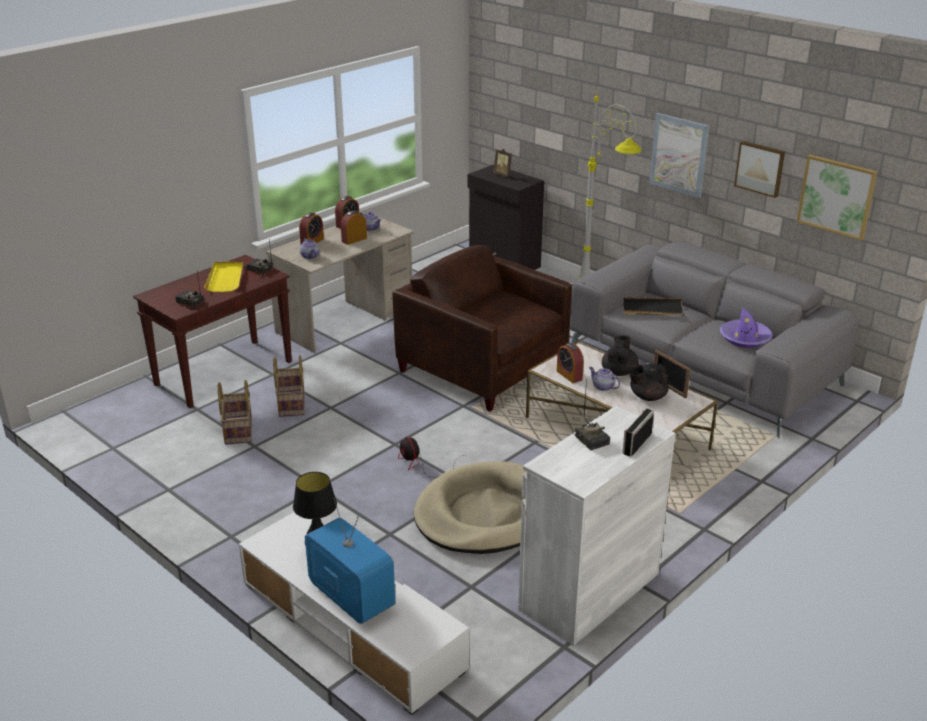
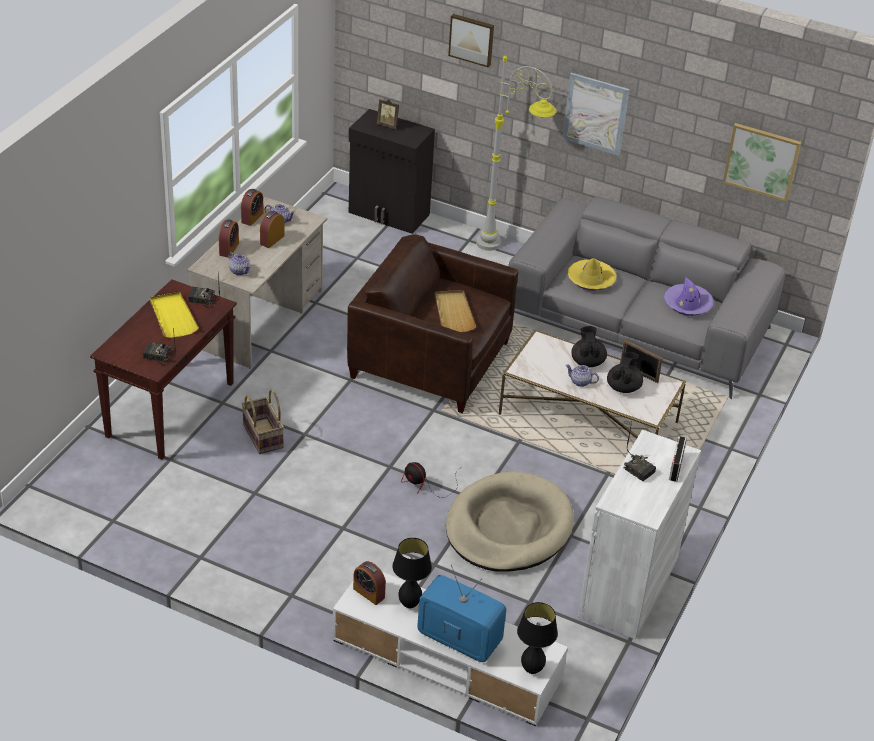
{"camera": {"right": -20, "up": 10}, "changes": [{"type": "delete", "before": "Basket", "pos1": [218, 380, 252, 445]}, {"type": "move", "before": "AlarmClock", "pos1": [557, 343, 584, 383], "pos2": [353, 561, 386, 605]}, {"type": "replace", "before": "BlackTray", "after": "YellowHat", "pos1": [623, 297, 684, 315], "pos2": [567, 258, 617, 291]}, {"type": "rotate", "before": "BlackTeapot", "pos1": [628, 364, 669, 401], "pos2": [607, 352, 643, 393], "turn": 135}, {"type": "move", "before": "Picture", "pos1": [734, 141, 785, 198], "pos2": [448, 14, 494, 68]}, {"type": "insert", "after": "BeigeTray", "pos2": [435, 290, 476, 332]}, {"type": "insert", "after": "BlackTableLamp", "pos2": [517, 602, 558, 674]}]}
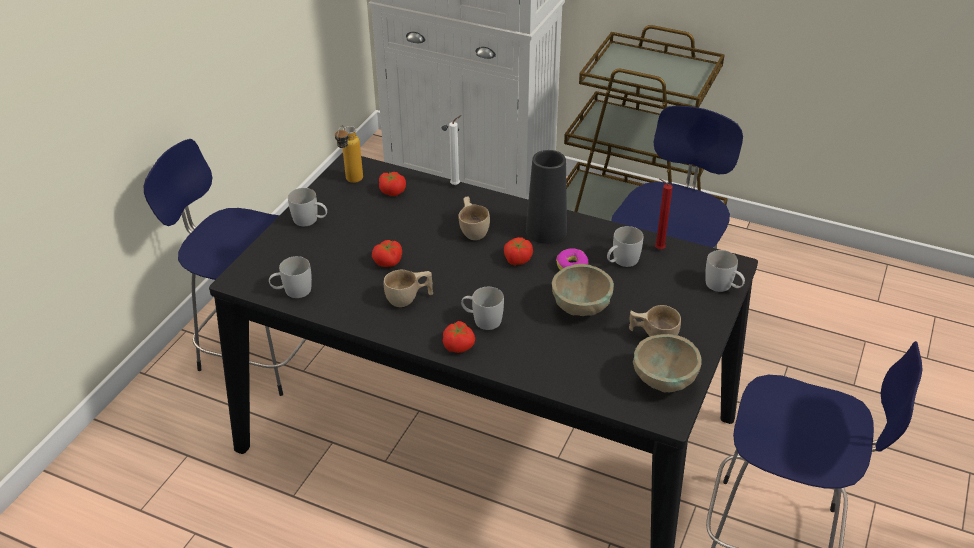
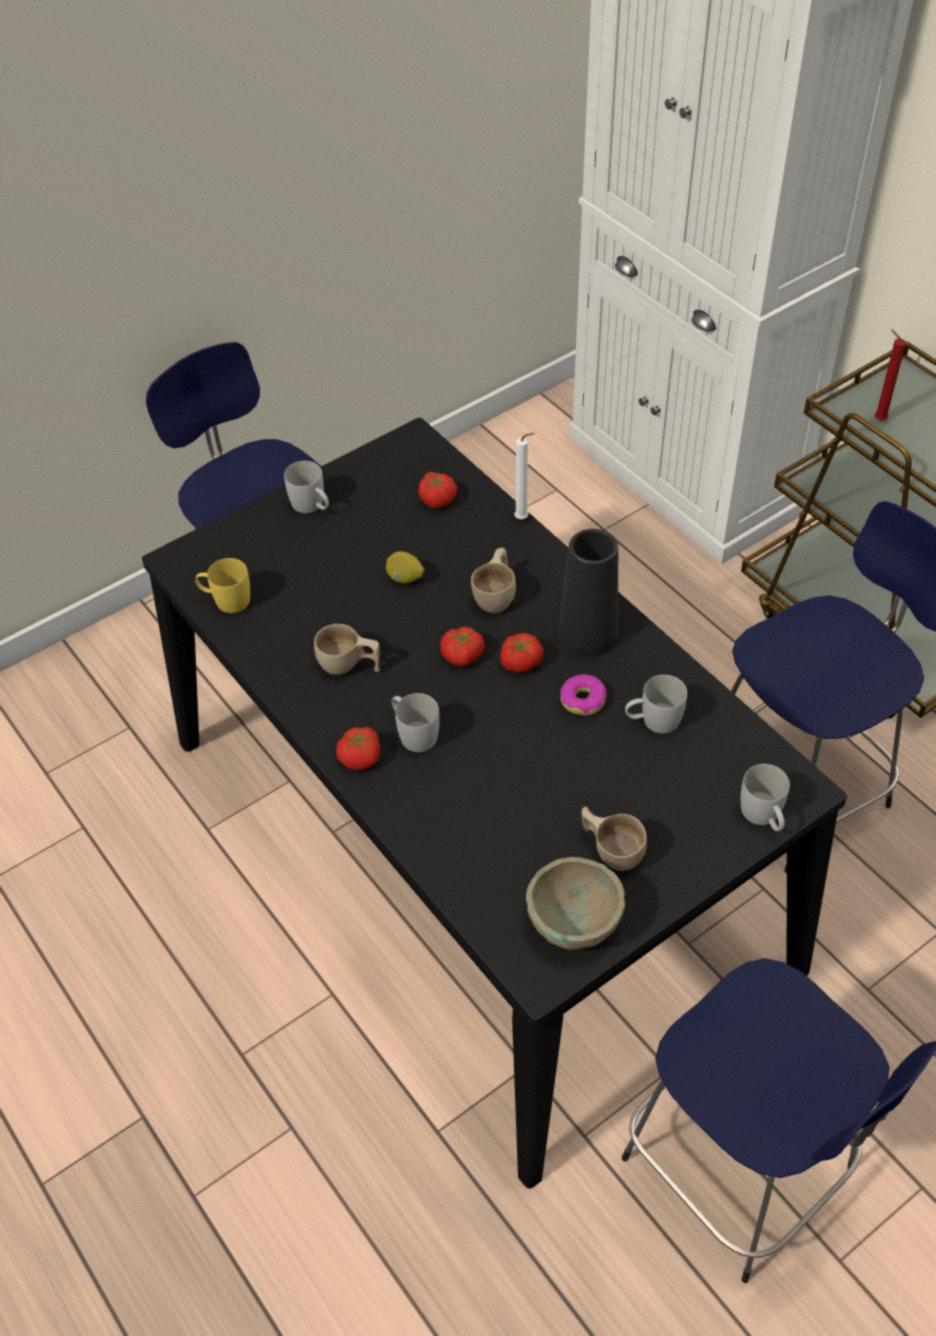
{"camera": {"right": 30, "up": 10}, "changes": [{"type": "recolor", "before": "WhiteMug", "after": "YellowMug", "pos1": [269, 256, 312, 298], "pos2": [195, 558, 250, 613]}, {"type": "delete", "before": "Bottle", "pos1": [335, 125, 363, 183]}, {"type": "move", "before": "Tomato", "pos1": [372, 240, 402, 267], "pos2": [441, 627, 485, 666]}, {"type": "delete", "before": "BeigeBowl", "pos1": [552, 264, 614, 316]}, {"type": "move", "before": "RedCandle", "pos1": [655, 179, 673, 250], "pos2": [874, 329, 906, 421]}, {"type": "insert", "after": "Lemon", "pos2": [386, 551, 424, 583]}]}
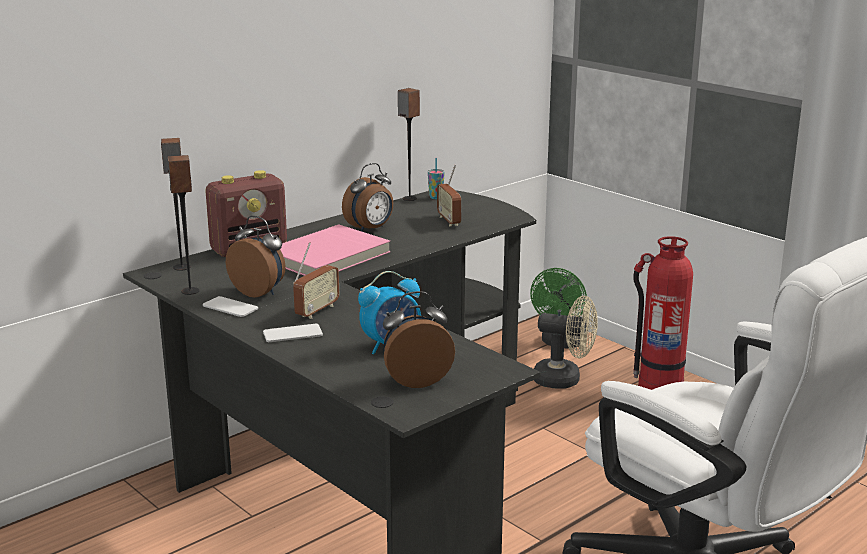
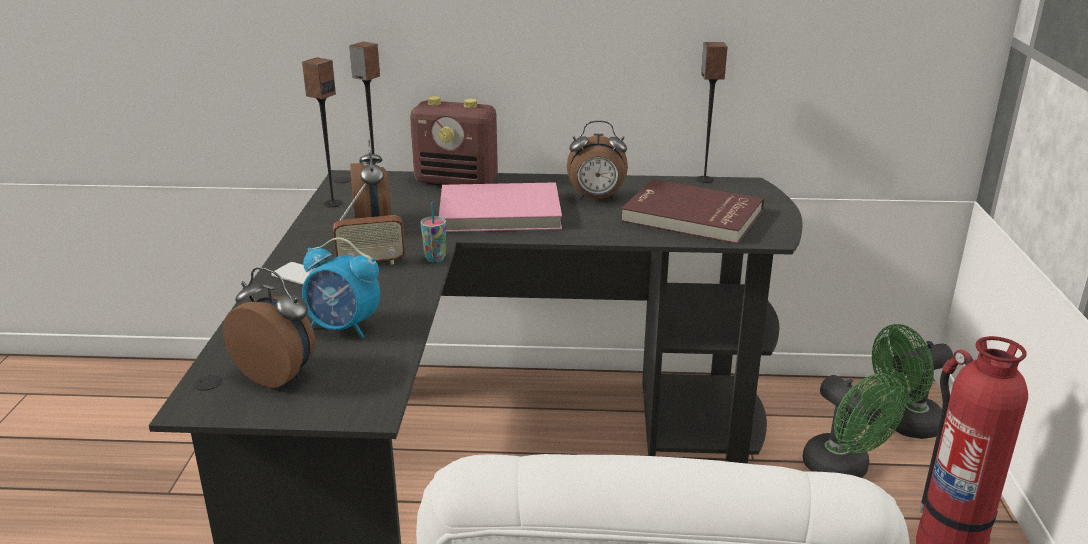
{"camera": {"right": 45, "up": 5}, "changes": [{"type": "delete", "before": "Phone", "pos1": [203, 296, 258, 317]}, {"type": "move", "before": "Cup", "pos1": [428, 158, 445, 199], "pos2": [421, 202, 446, 263]}, {"type": "replace", "before": "Radio", "after": "RedBook", "pos1": [437, 165, 461, 226], "pos2": [621, 179, 764, 244]}, {"type": "recolor", "before": "BeigeFan", "after": "GreenFan", "pos1": [534, 296, 598, 389], "pos2": [803, 374, 906, 478]}]}
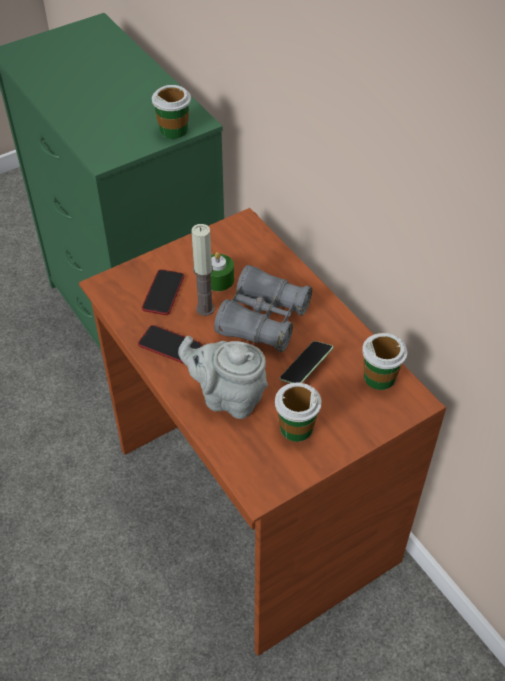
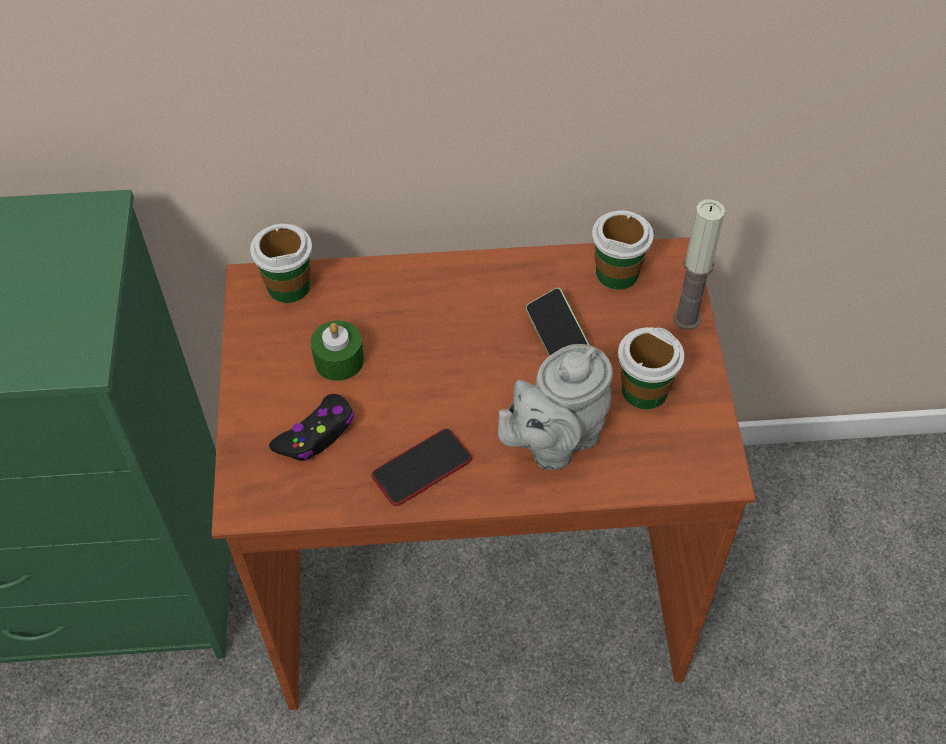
{"camera": {"right": -60, "up": 5}, "changes": [{"type": "replace", "before": "Phone", "after": "BlackGameController", "pos1": [142, 269, 184, 315], "pos2": [269, 394, 354, 461]}, {"type": "move", "before": "Cup", "pos1": [152, 85, 191, 139], "pos2": [250, 224, 312, 303]}, {"type": "move", "before": "Candle", "pos1": [191, 224, 215, 316], "pos2": [673, 199, 725, 330]}, {"type": "delete", "before": "GreyBinoculars", "pos1": [214, 265, 312, 352]}]}
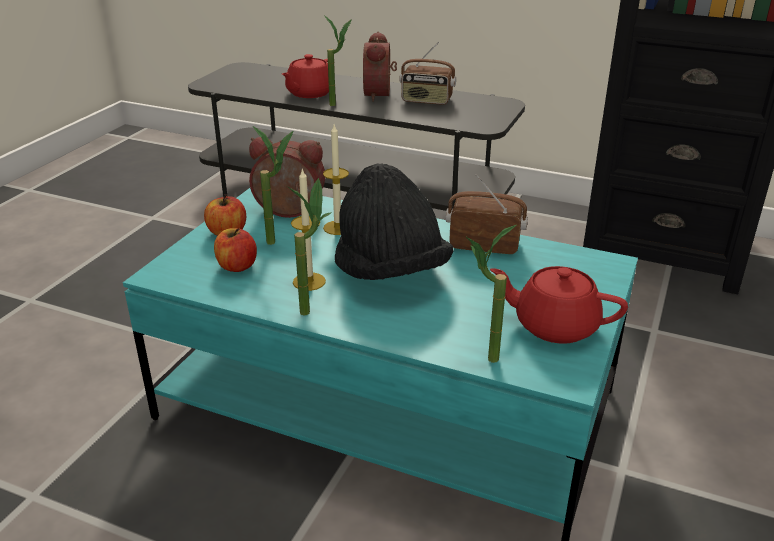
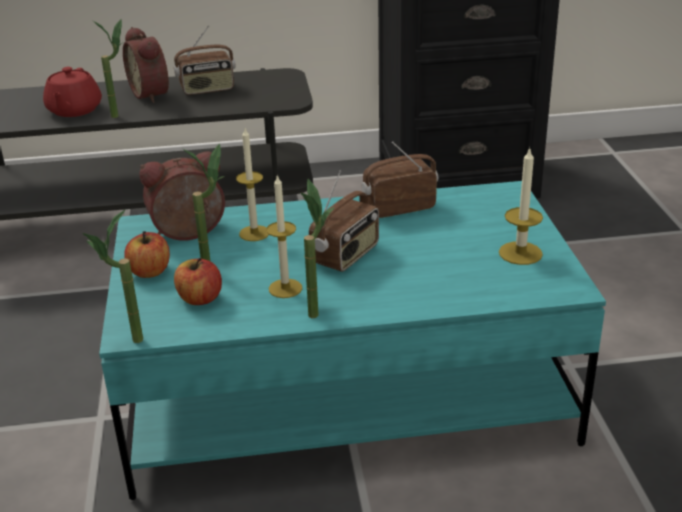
{"camera": {"right": -30, "up": 0}, "changes": [{"type": "replace", "before": "BlackHat", "after": "Radio", "pos1": [335, 163, 453, 280], "pos2": [309, 171, 379, 272]}, {"type": "move", "before": "PottedPlant", "pos1": [466, 225, 516, 363], "pos2": [83, 210, 143, 343]}, {"type": "replace", "before": "RedTeapot", "after": "Candle", "pos1": [490, 266, 628, 344], "pos2": [499, 147, 543, 265]}]}
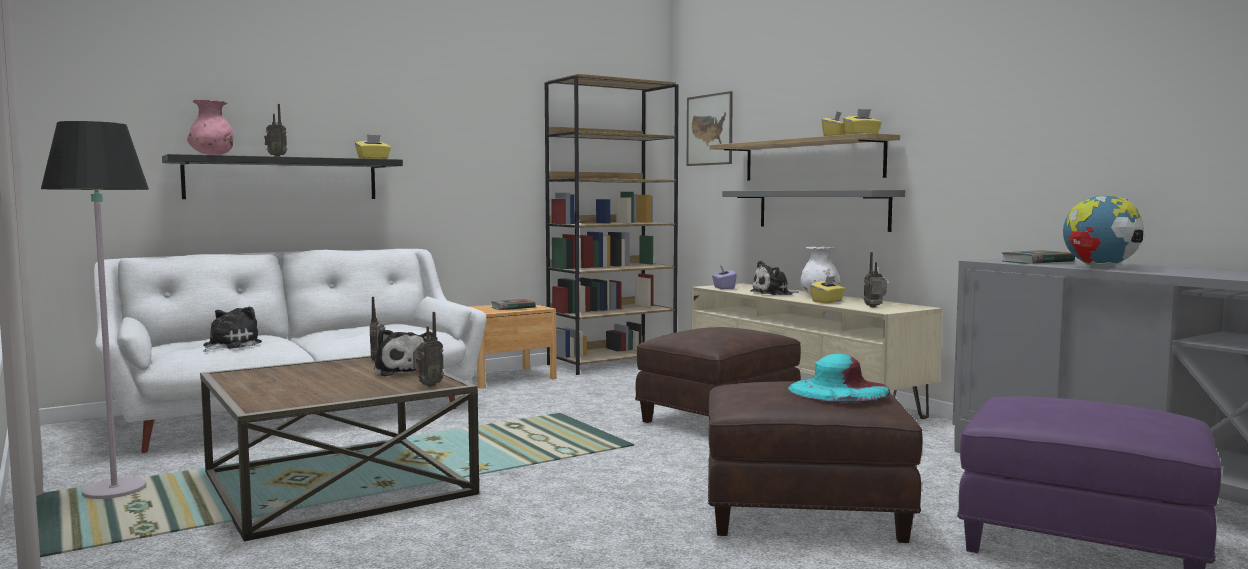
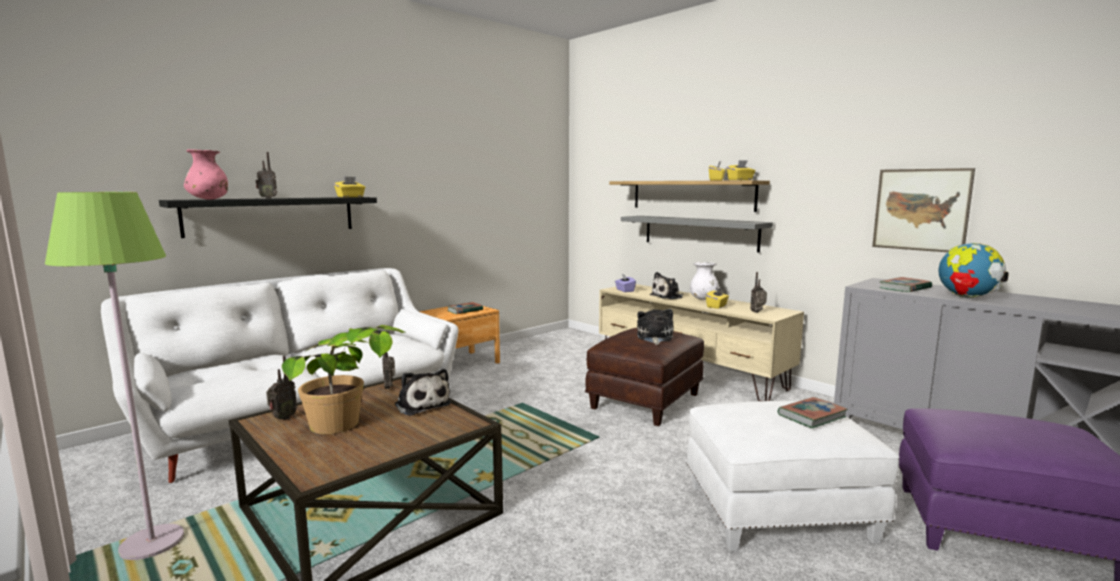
{"camera": {"right": -10, "up": 5}, "changes": [{"type": "recolor", "before": "BlackFloorLamp", "after": "GreenFloorLamp", "pos1": [41, 121, 149, 499], "pos2": [45, 192, 184, 560]}, {"type": "move", "before": "PlushToy", "pos1": [203, 307, 262, 352], "pos2": [637, 309, 674, 345]}, {"type": "move", "before": "Radio", "pos1": [413, 312, 444, 387], "pos2": [266, 356, 297, 420]}, {"type": "delete", "before": "BrownBookcase", "pos1": [545, 74, 679, 375]}, {"type": "move", "before": "Picture", "pos1": [687, 91, 733, 166], "pos2": [872, 168, 975, 252]}, {"type": "recolor", "before": "BrownOttoman", "after": "WhiteOttoman", "pos1": [708, 382, 923, 543], "pos2": [686, 401, 900, 551]}, {"type": "replace", "before": "TurquoiseHat", "after": "Book", "pos1": [788, 354, 890, 402], "pos2": [777, 397, 848, 428]}, {"type": "insert", "after": "PottedPlant", "pos2": [282, 325, 405, 434]}]}
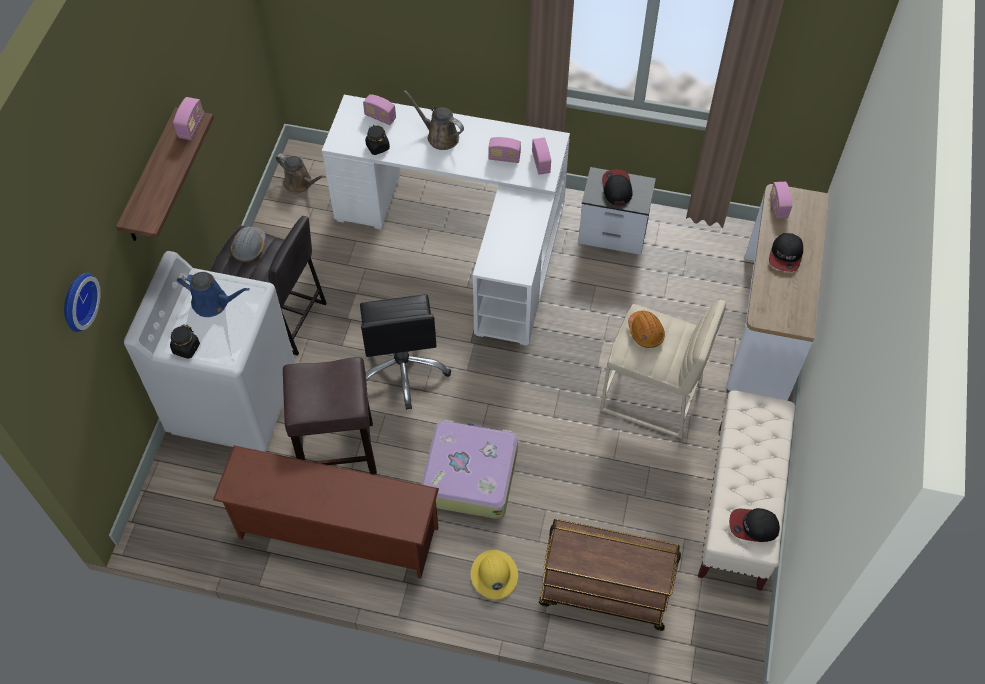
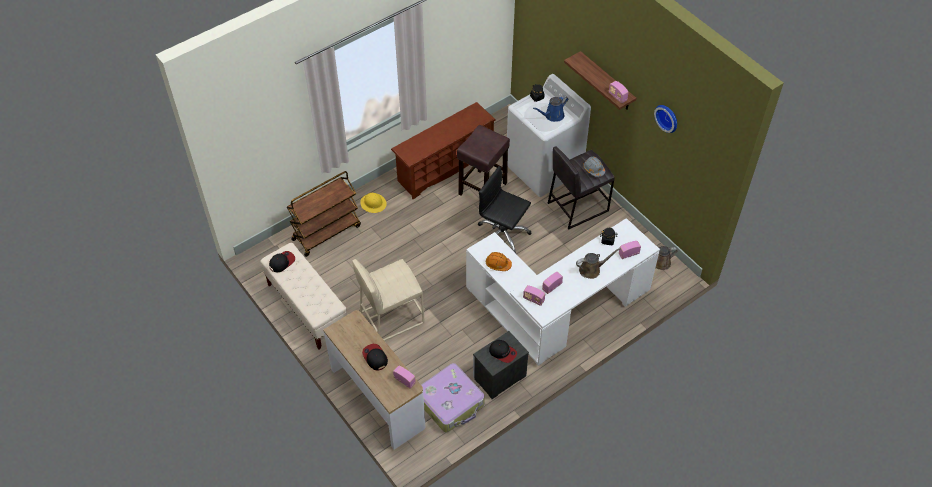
{"camera": {"right": 130, "up": -5}, "changes": [{"type": "move", "before": "WallClock", "pos1": [64, 273, 101, 332], "pos2": [654, 105, 677, 133]}, {"type": "move", "before": "Suitcase", "pos1": [421, 420, 518, 519], "pos2": [421, 363, 485, 432]}, {"type": "move", "before": "OrangeHardHat", "pos1": [628, 311, 665, 348], "pos2": [486, 252, 512, 271]}]}
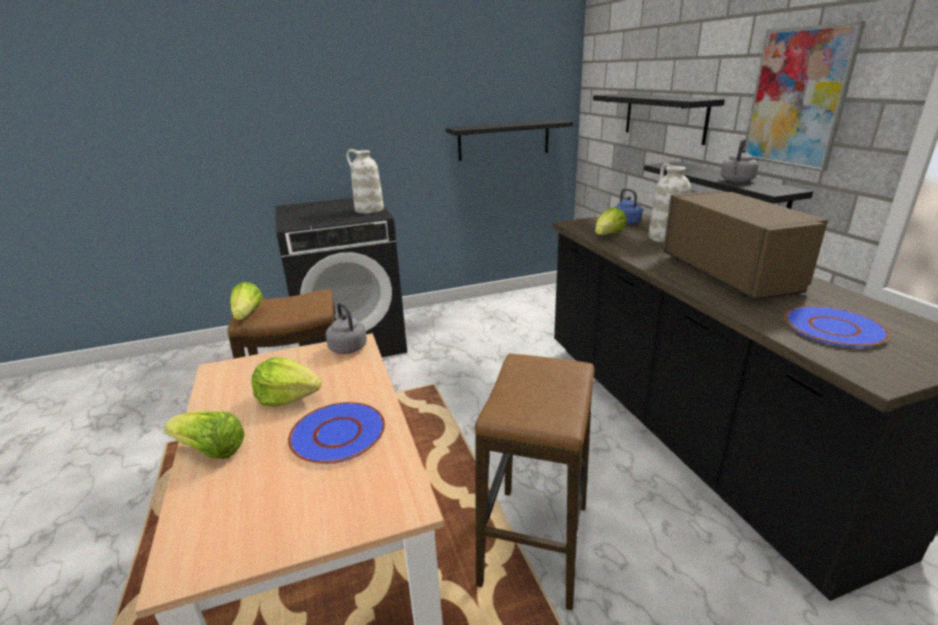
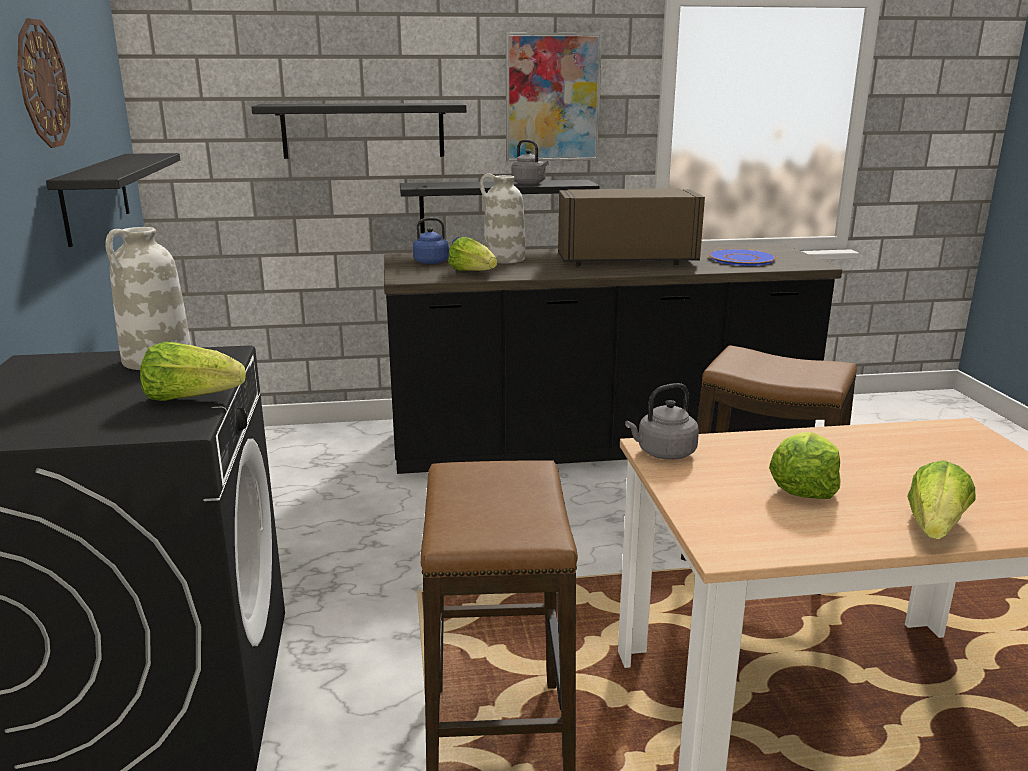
{"camera": {"right": -80, "up": -5}, "changes": [{"type": "move", "before": "Lettuce", "pos1": [230, 282, 263, 320], "pos2": [140, 342, 246, 401]}, {"type": "delete", "before": "BluePlate", "pos1": [288, 402, 385, 464]}, {"type": "insert", "after": "WallClock", "pos2": [17, 18, 70, 148]}]}
